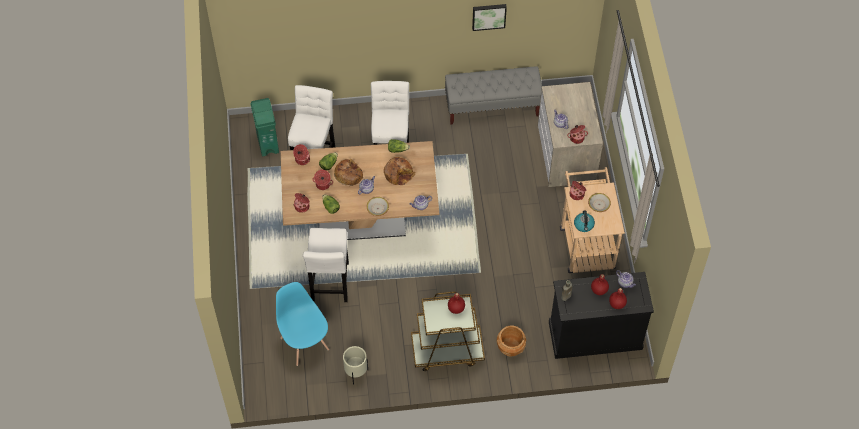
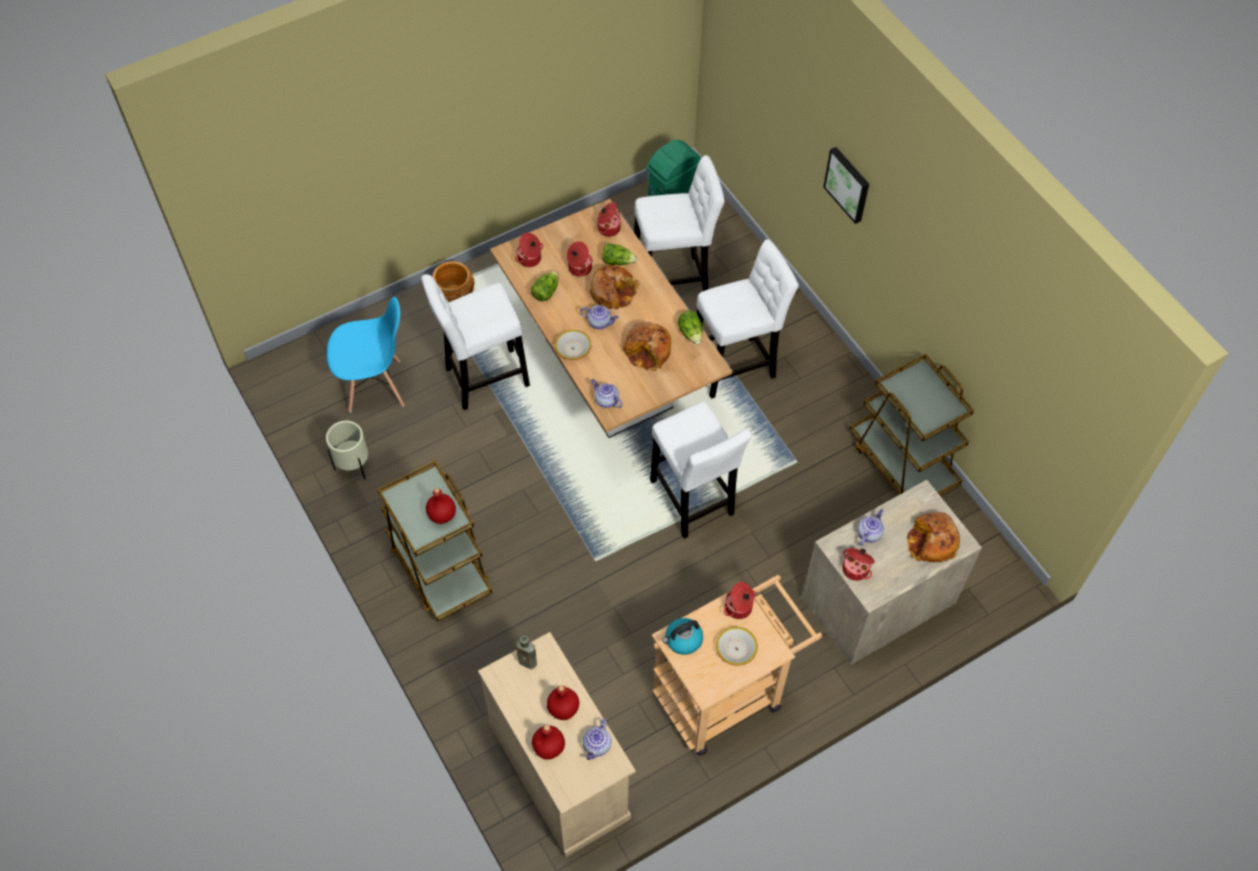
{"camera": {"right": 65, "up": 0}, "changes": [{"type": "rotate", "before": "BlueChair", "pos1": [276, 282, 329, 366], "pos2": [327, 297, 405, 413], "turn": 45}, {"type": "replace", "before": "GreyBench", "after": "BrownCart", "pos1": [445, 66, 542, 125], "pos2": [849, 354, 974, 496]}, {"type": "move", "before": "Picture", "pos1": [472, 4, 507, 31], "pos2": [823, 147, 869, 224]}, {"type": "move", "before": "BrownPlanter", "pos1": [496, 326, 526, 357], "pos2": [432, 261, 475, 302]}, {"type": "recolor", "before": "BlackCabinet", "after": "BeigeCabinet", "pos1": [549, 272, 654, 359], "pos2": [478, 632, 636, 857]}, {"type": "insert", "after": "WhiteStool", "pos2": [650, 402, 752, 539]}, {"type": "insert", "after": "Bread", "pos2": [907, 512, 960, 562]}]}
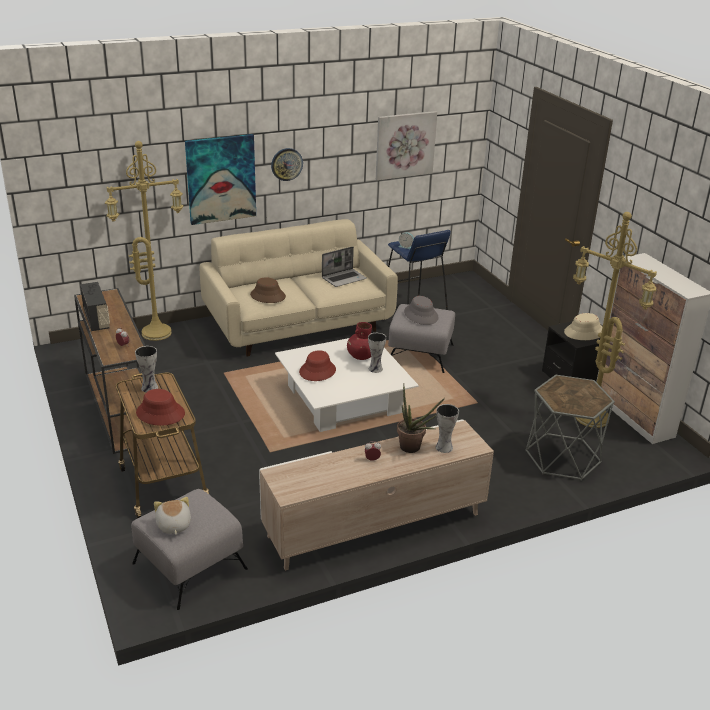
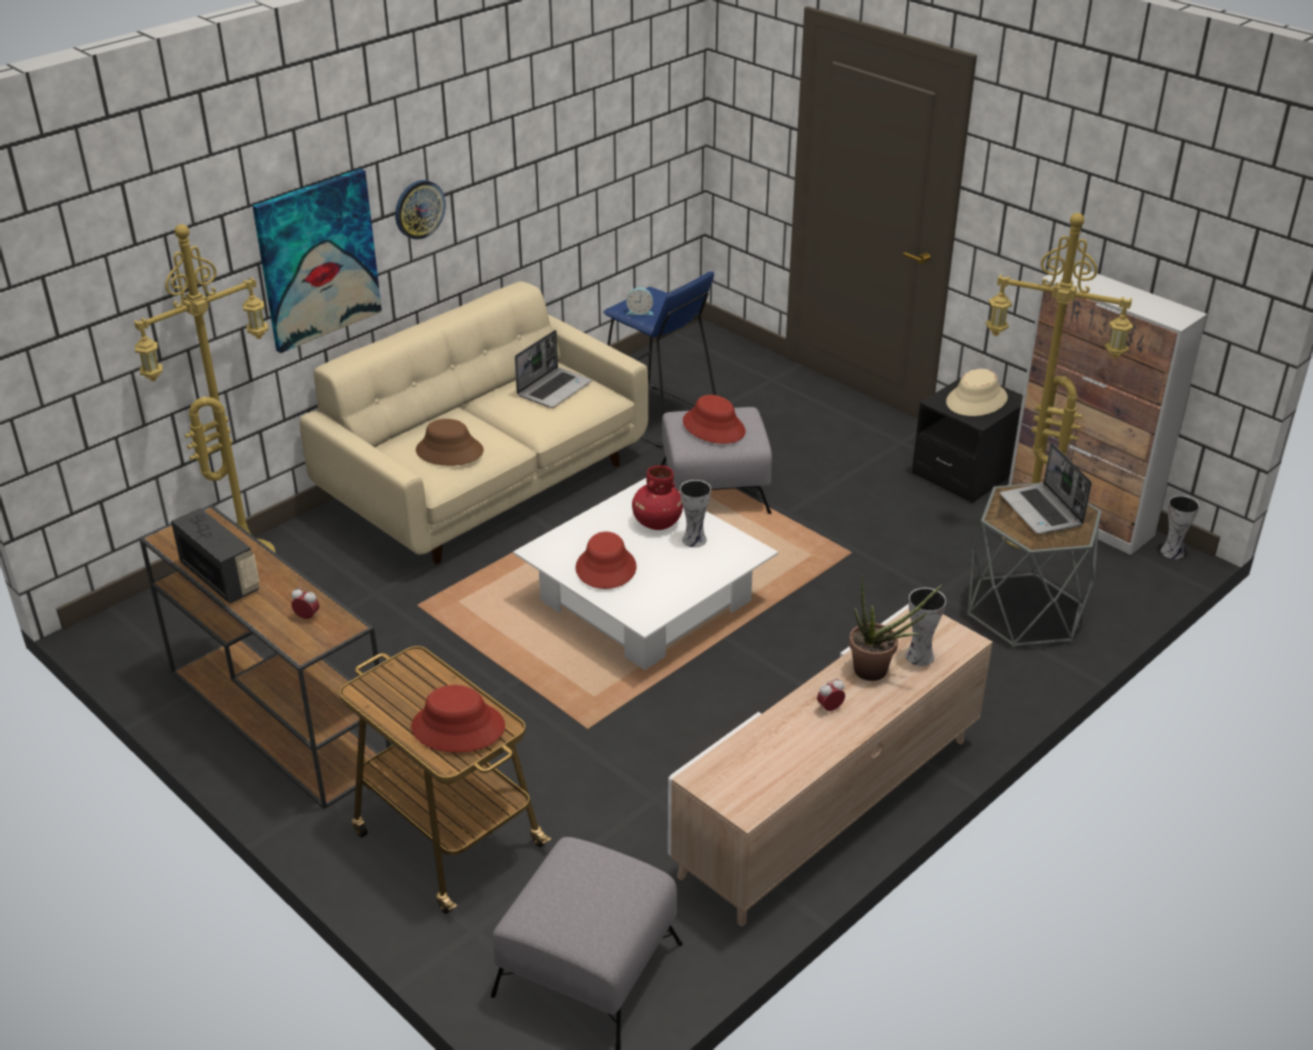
{"camera": {"right": -20, "up": 5}, "changes": [{"type": "move", "before": "Vase", "pos1": [135, 346, 158, 392], "pos2": [1161, 496, 1200, 559]}, {"type": "delete", "before": "PlushToy", "pos1": [154, 497, 191, 535]}, {"type": "delete", "before": "Picture", "pos1": [376, 111, 437, 180]}, {"type": "recolor", "before": "GreyHat", "after": "RedHat", "pos1": [404, 296, 439, 325], "pos2": [683, 395, 746, 444]}, {"type": "insert", "after": "Laptop", "pos2": [1000, 443, 1092, 534]}]}
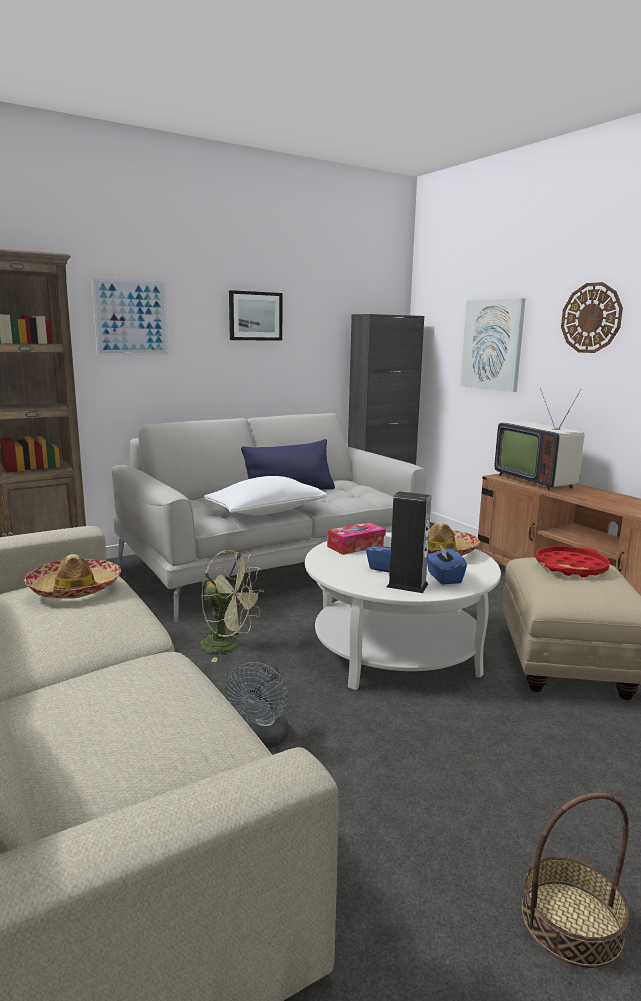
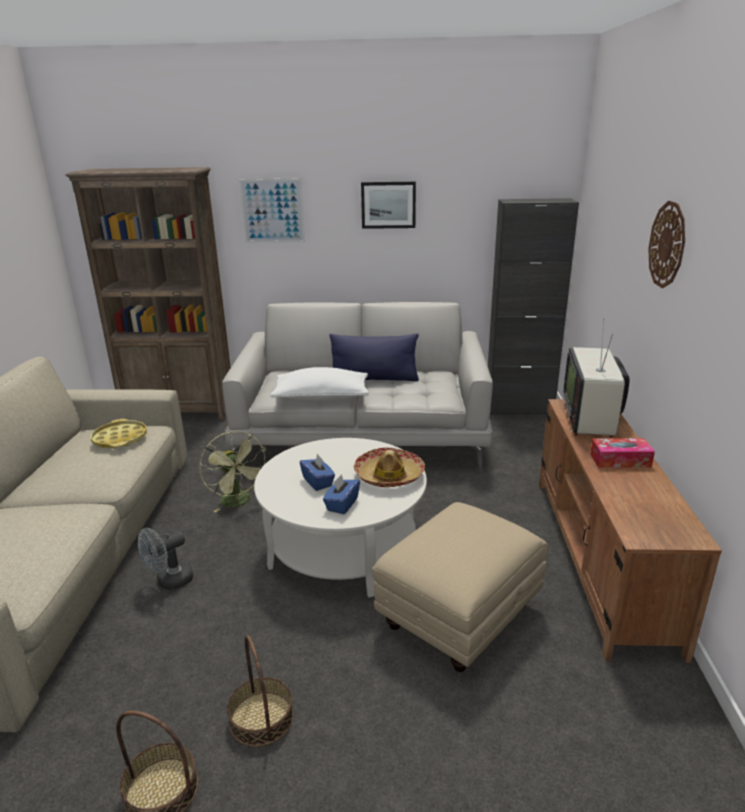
{"camera": {"right": 35, "up": 10}, "changes": [{"type": "replace", "before": "Hat", "after": "YellowTray", "pos1": [24, 554, 121, 599], "pos2": [91, 419, 147, 449]}, {"type": "move", "before": "TissueBox", "pos1": [327, 522, 386, 555], "pos2": [590, 438, 655, 468]}, {"type": "delete", "before": "Speaker", "pos1": [387, 491, 431, 593]}, {"type": "delete", "before": "Picture", "pos1": [460, 298, 526, 392]}, {"type": "delete", "before": "RedTray", "pos1": [535, 546, 610, 578]}, {"type": "insert", "after": "Basket", "pos2": [227, 635, 293, 747]}]}
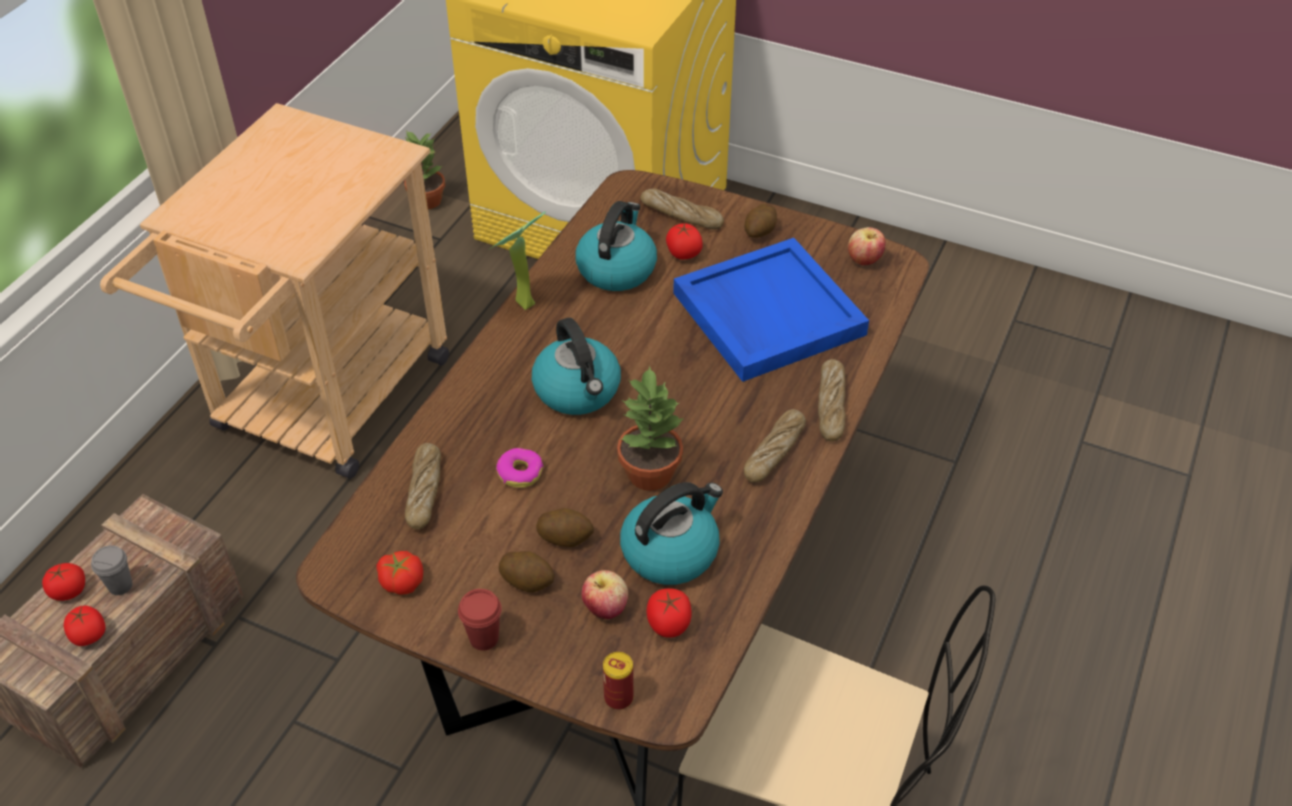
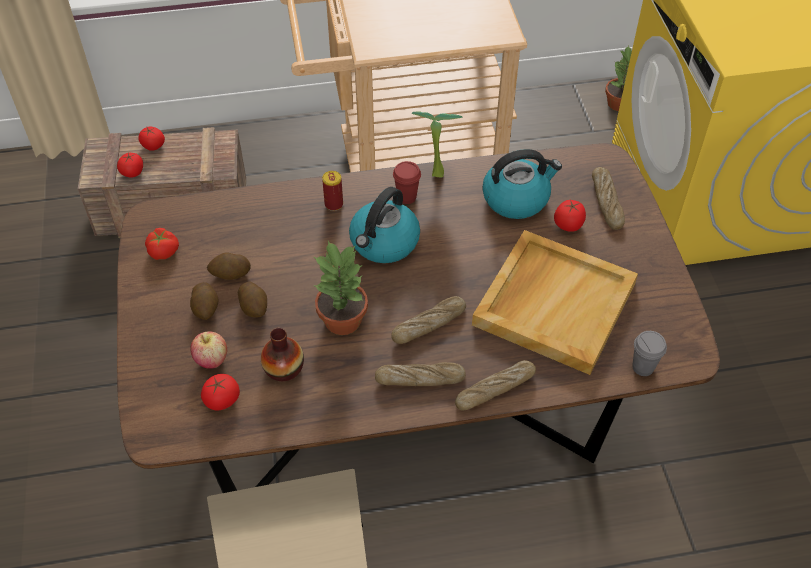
{"camera": {"right": 55, "up": 5}, "changes": [{"type": "move", "before": "GreyCup", "pos1": [91, 545, 133, 595], "pos2": [632, 331, 667, 376]}, {"type": "move", "before": "Bread", "pos1": [405, 443, 441, 530], "pos2": [391, 296, 466, 344]}, {"type": "move", "before": "RedCup", "pos1": [458, 589, 502, 651], "pos2": [393, 161, 421, 204]}, {"type": "delete", "before": "Donut", "pos1": [496, 448, 543, 488]}, {"type": "move", "before": "Can", "pos1": [603, 652, 633, 710], "pos2": [322, 171, 343, 211]}, {"type": "replace", "before": "Kettle", "after": "Vase", "pos1": [620, 482, 723, 585], "pos2": [261, 328, 304, 381]}, {"type": "recolor", "before": "BlueTray", "after": "BeigeTray", "pos1": [673, 238, 869, 382], "pos2": [472, 230, 638, 375]}, {"type": "move", "before": "Potato", "pos1": [744, 204, 777, 238], "pos2": [207, 252, 251, 280]}, {"type": "delete", "before": "Apple", "pos1": [848, 227, 886, 265]}]}
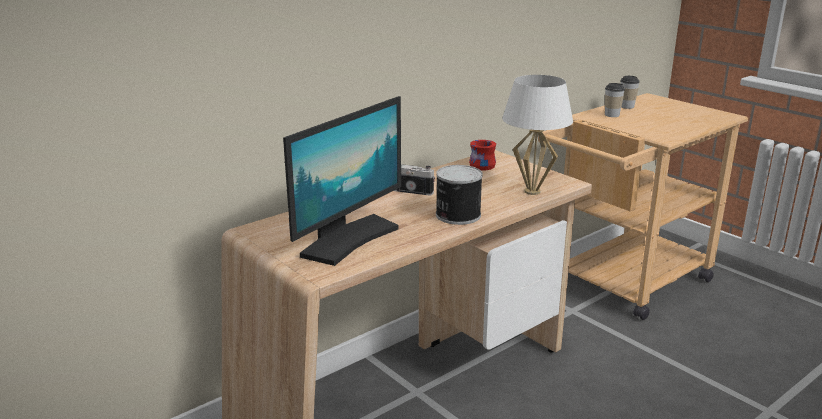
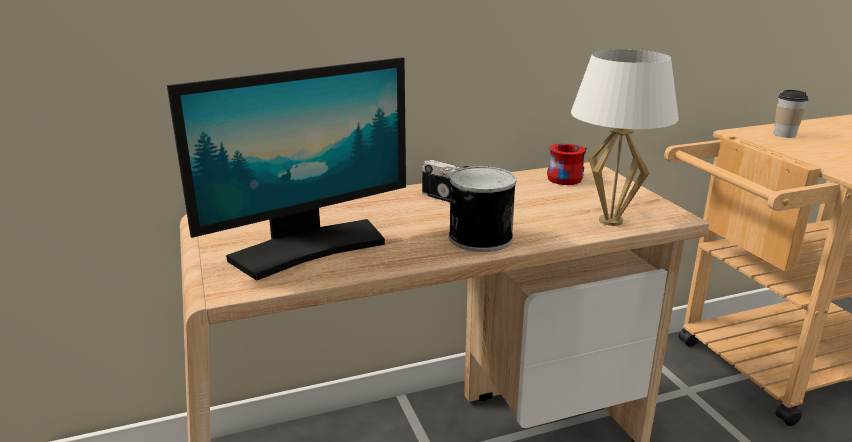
{"camera": {"right": 20, "up": 0}, "changes": [{"type": "delete", "before": "Cup", "pos1": [621, 76, 640, 109]}]}
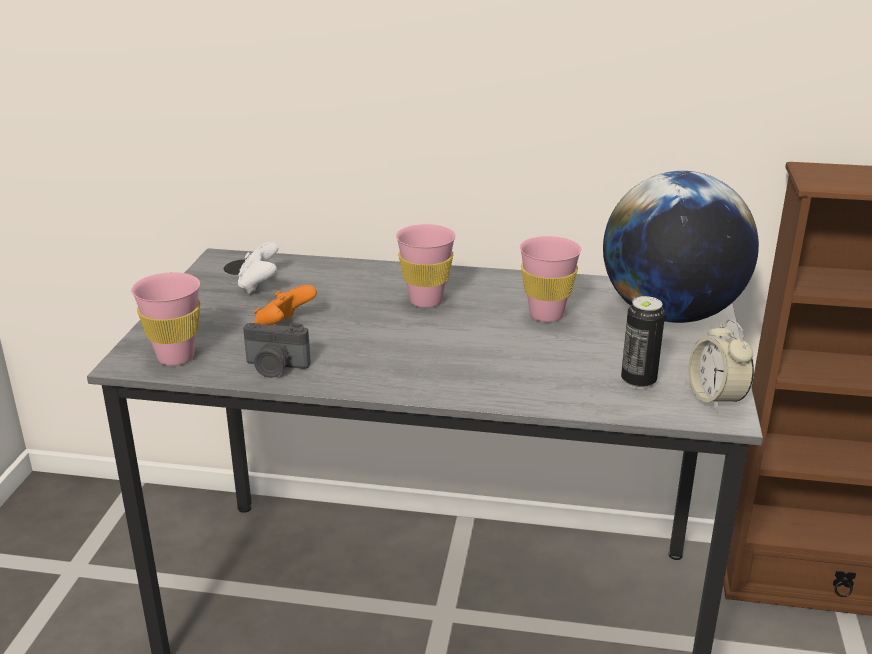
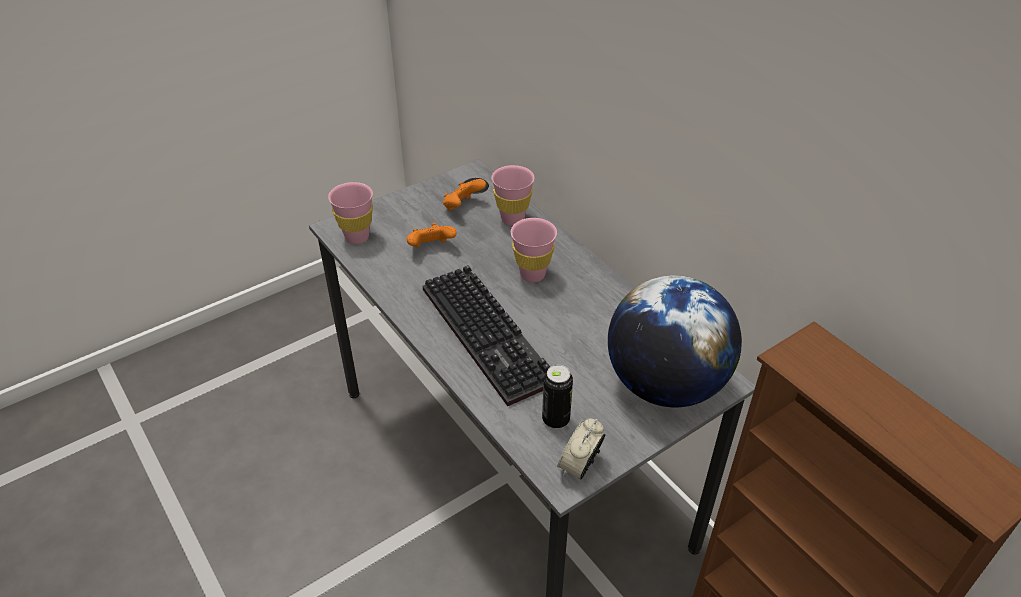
{"camera": {"right": 45, "up": 15}, "changes": [{"type": "recolor", "before": "WhiteGameController", "after": "OrangeGameController", "pos1": [238, 242, 278, 294], "pos2": [443, 179, 486, 210]}, {"type": "delete", "before": "PhotoCamera", "pos1": [243, 323, 311, 378]}, {"type": "move", "before": "PinkCup", "pos1": [520, 236, 581, 322], "pos2": [491, 165, 534, 226]}, {"type": "insert", "after": "Keyboard", "pos2": [423, 265, 550, 406]}]}
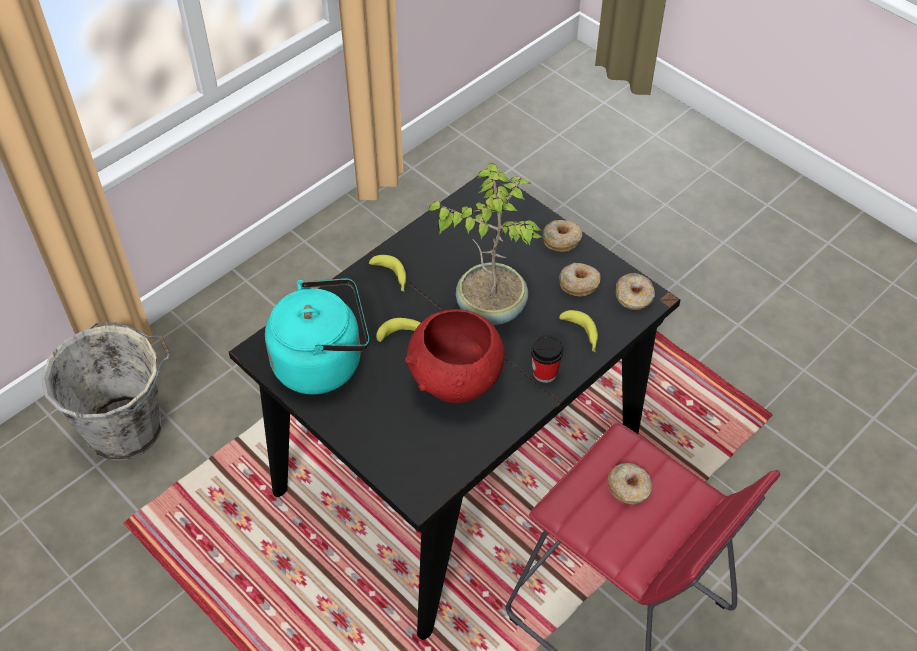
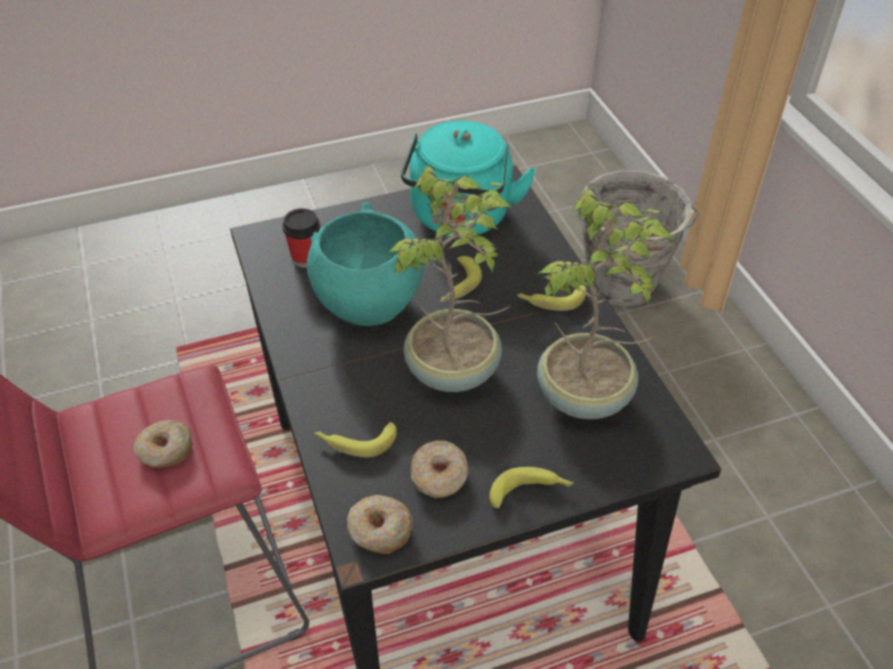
{"camera": {"right": 115, "up": -5}, "changes": [{"type": "recolor", "before": "RedBowl", "after": "TurquoiseBowl", "pos1": [405, 309, 505, 403], "pos2": [307, 202, 423, 326]}, {"type": "move", "before": "Cup", "pos1": [531, 335, 563, 383], "pos2": [282, 208, 320, 268]}, {"type": "replace", "before": "Donut", "after": "Banana", "pos1": [542, 220, 582, 252], "pos2": [489, 467, 574, 508]}, {"type": "insert", "after": "PottedPlant", "pos2": [537, 189, 675, 419]}]}
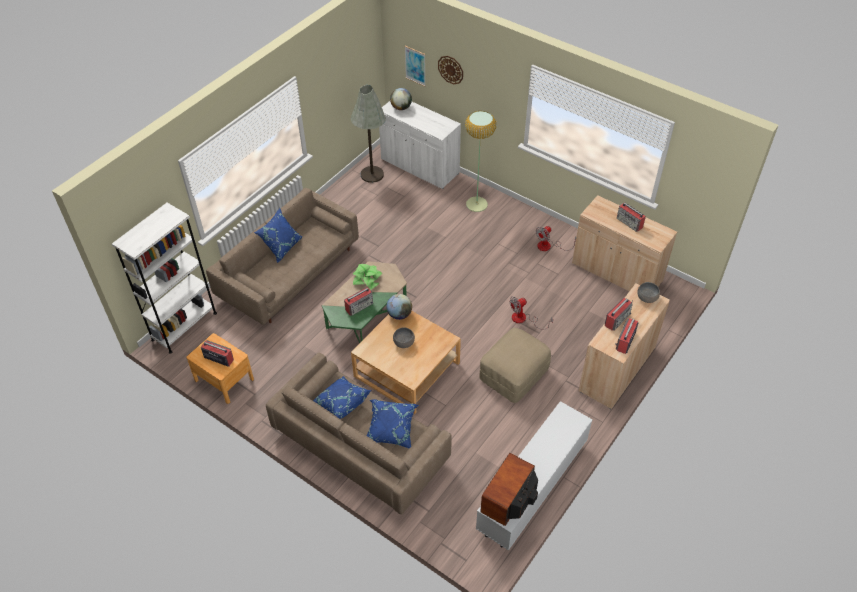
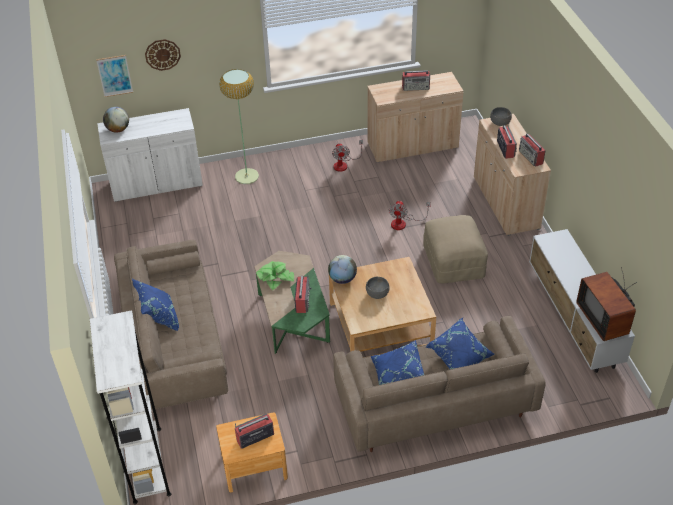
{"camera": {"right": -50, "up": -5}, "changes": [{"type": "delete", "before": "GreyFloorLamp", "pos1": [351, 85, 386, 183]}]}
